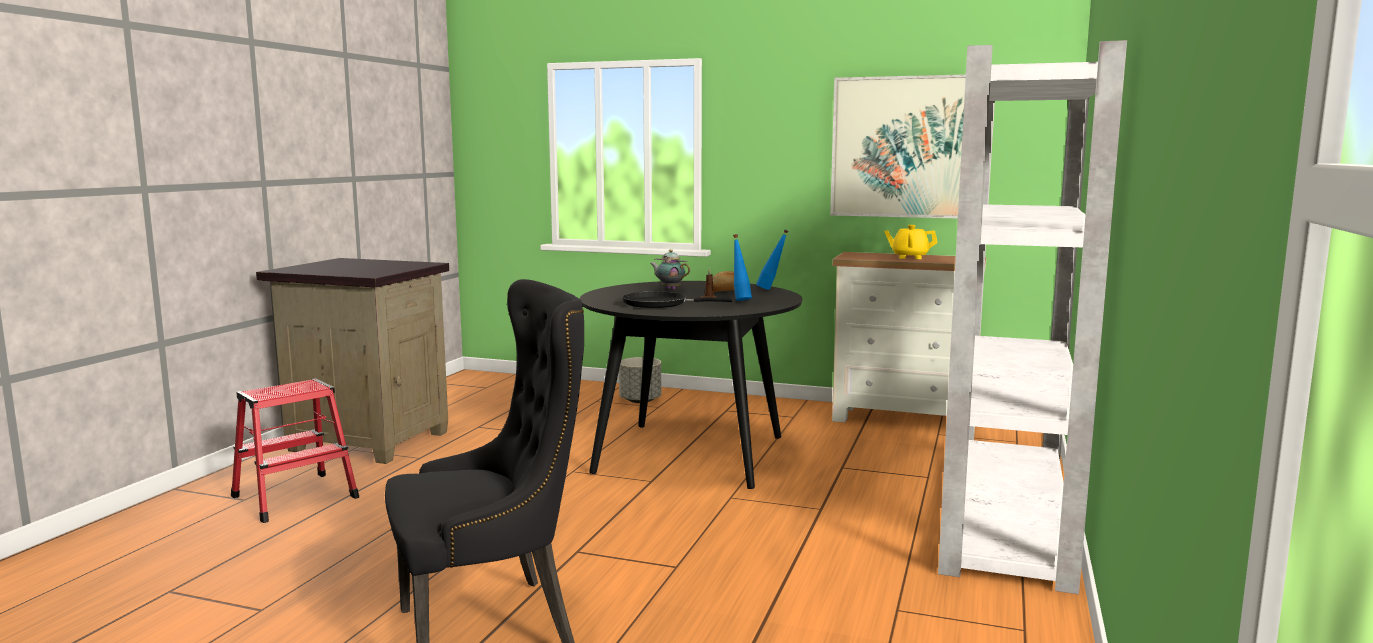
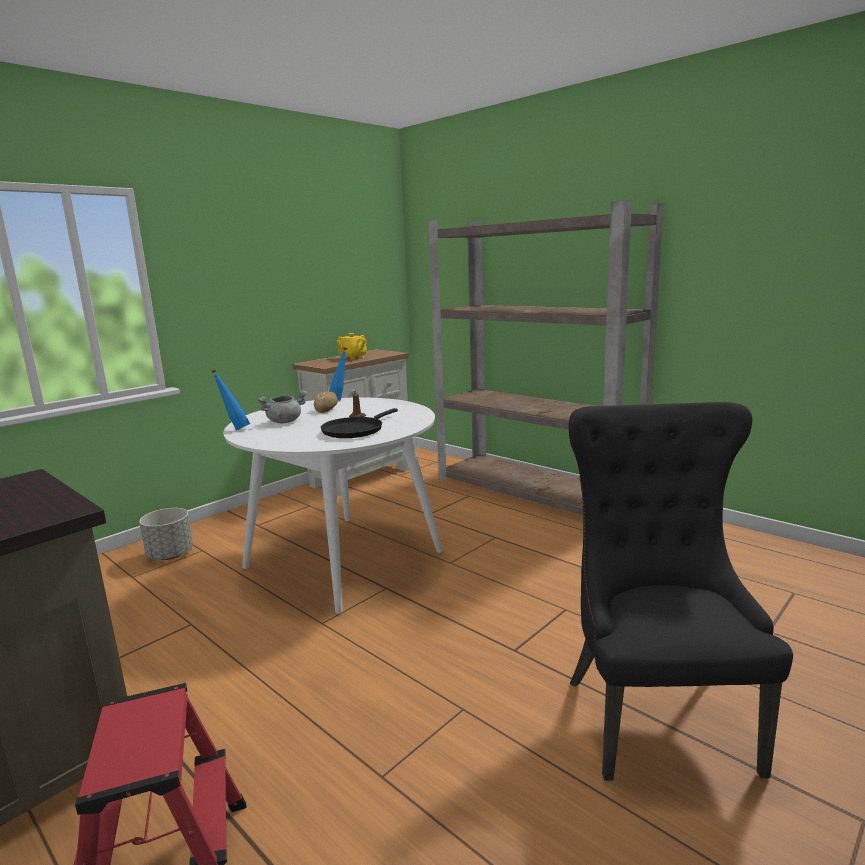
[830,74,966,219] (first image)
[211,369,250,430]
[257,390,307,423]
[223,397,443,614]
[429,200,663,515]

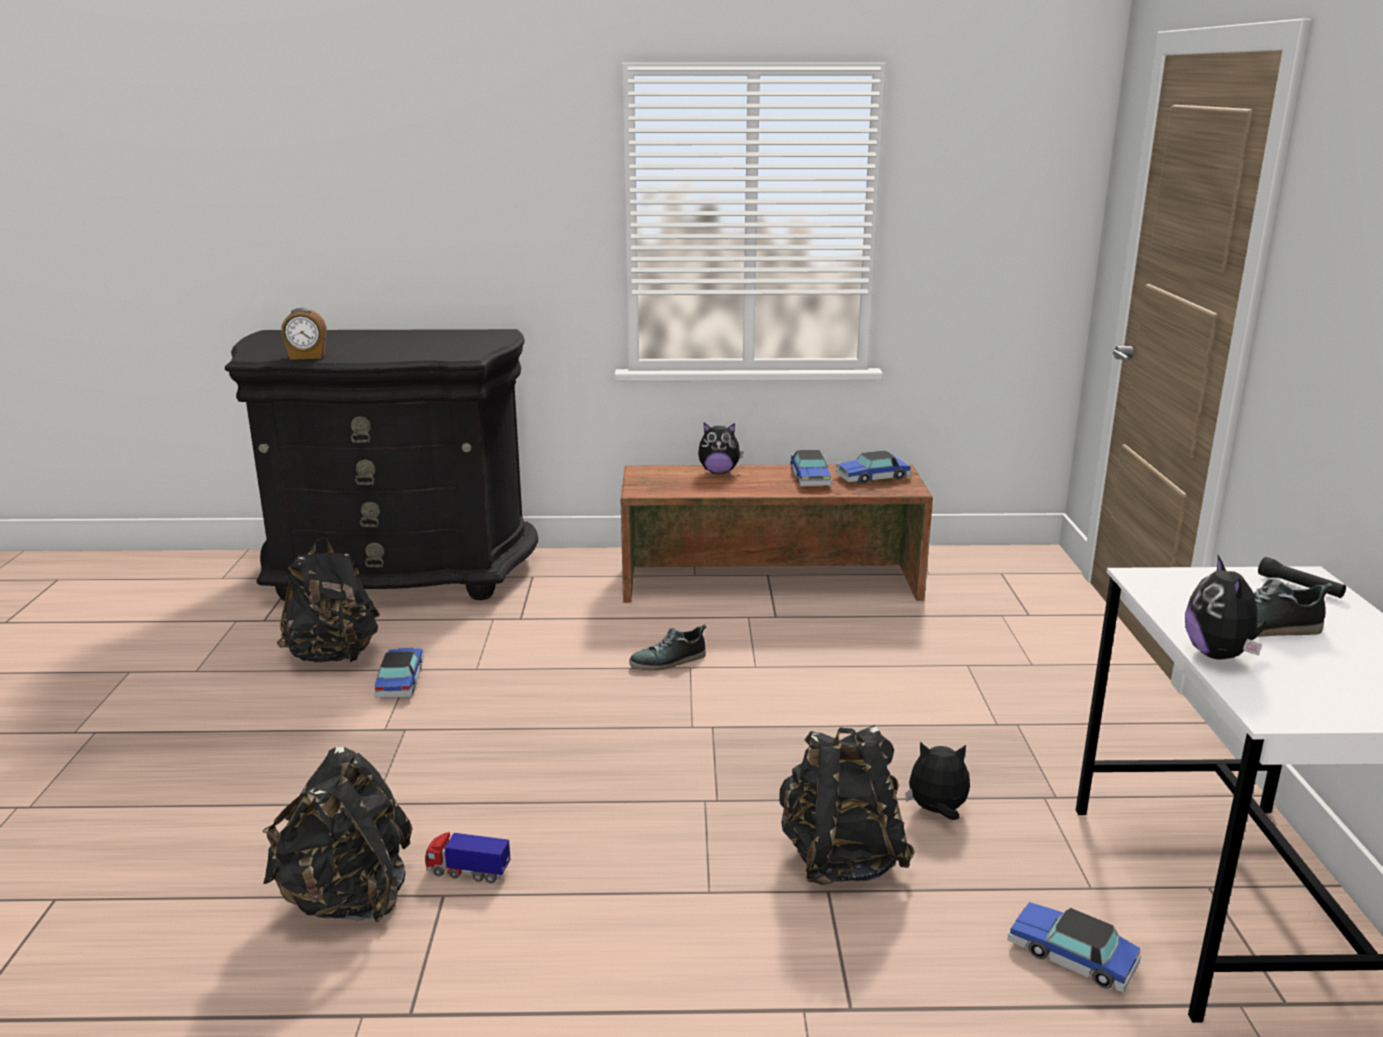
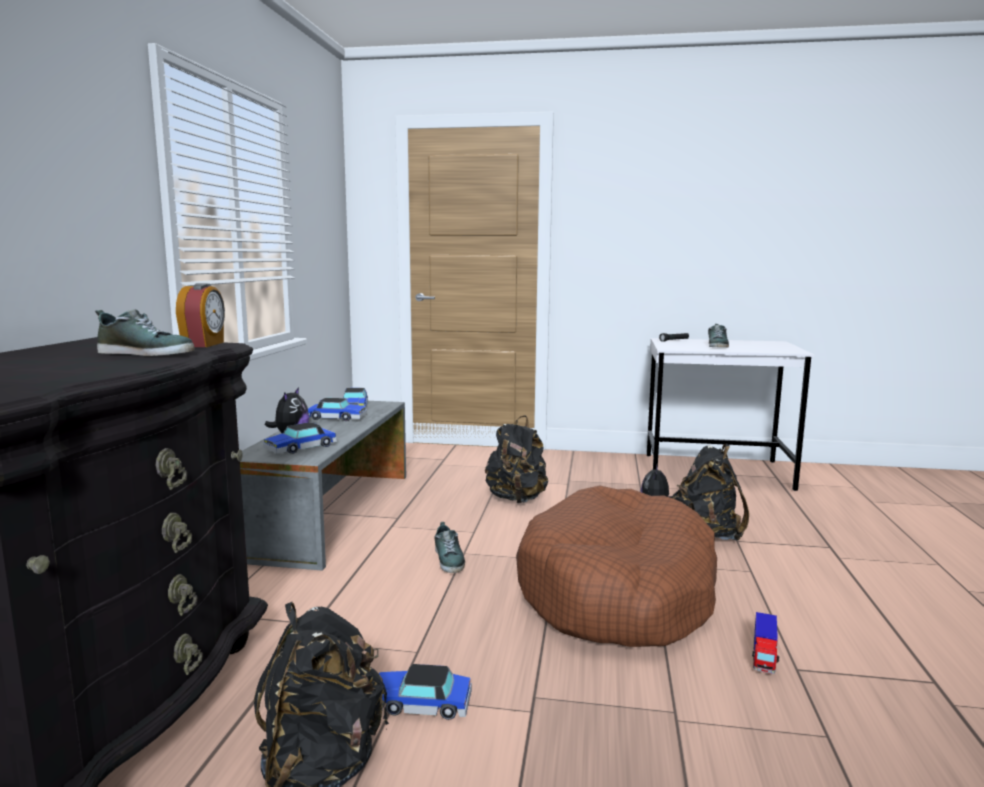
[1185,555,1266,660] (first image)
[95,309,195,356]
[516,485,717,647]
[485,416,548,503]
[176,283,225,347]
[263,422,337,454]
[240,401,406,571]

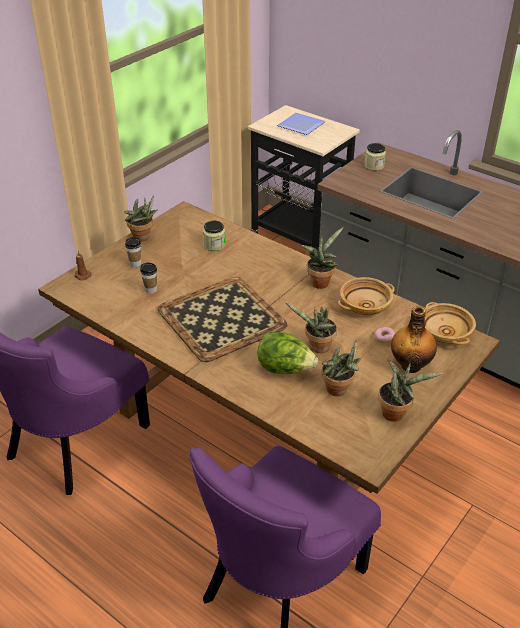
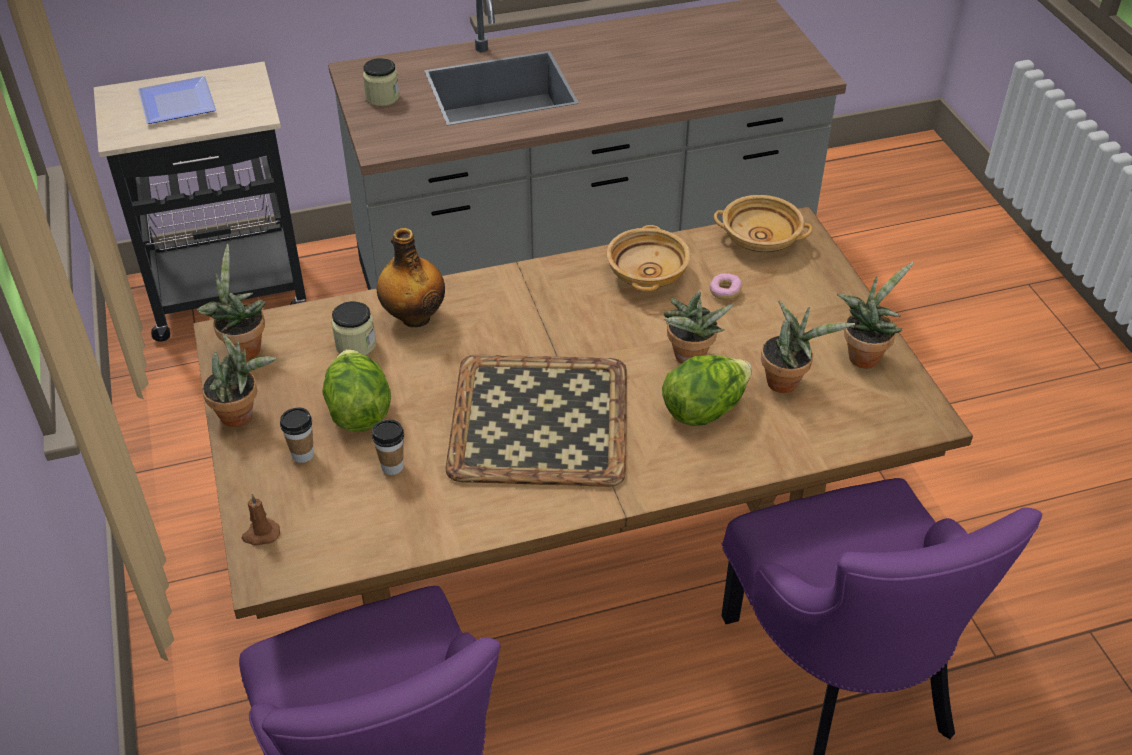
[322,349,391,432]
[197,244,266,359]
[377,228,445,327]

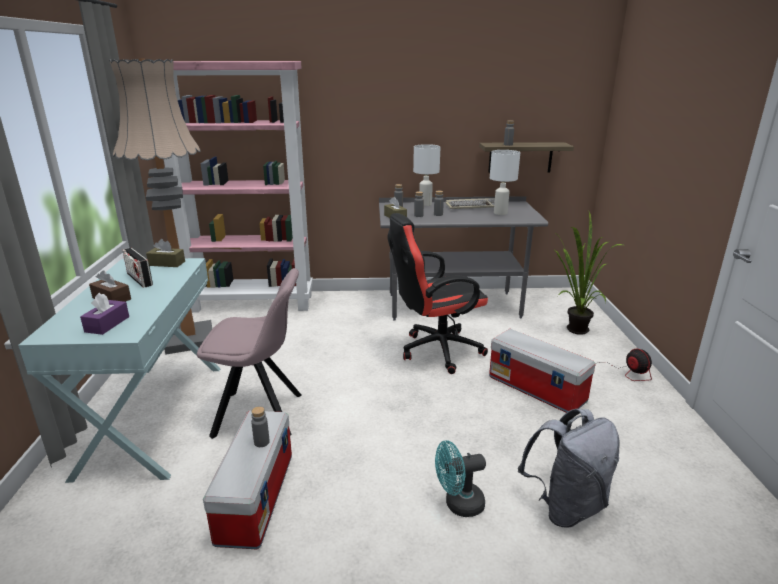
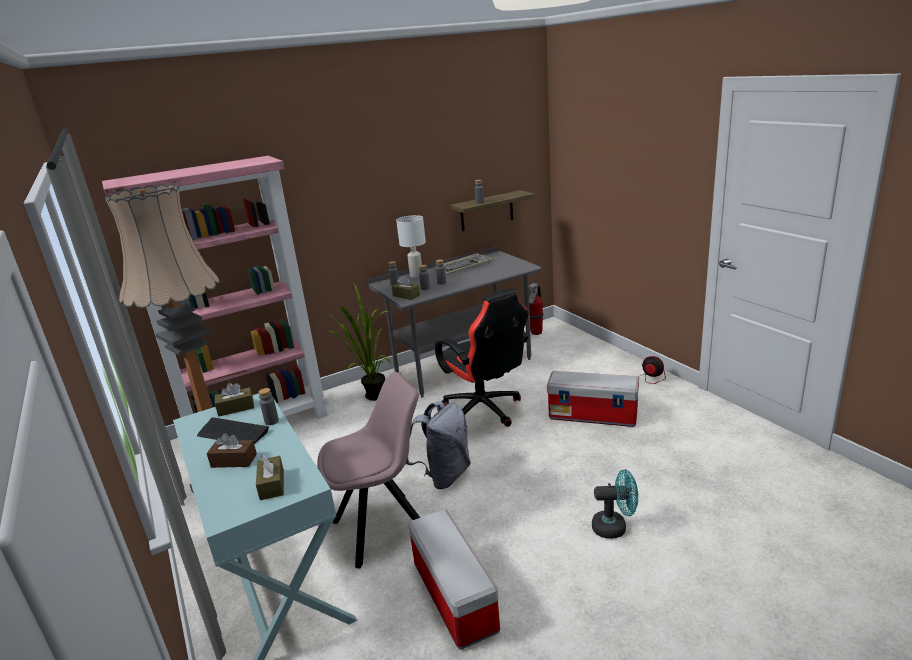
[490,150,520,215] (first image)
[528,283,544,335]
[259,388,279,425]
[406,401,471,489]
[329,283,391,401]
[197,418,269,444]
[256,455,284,500]
[435,289,528,427]
[592,470,638,539]

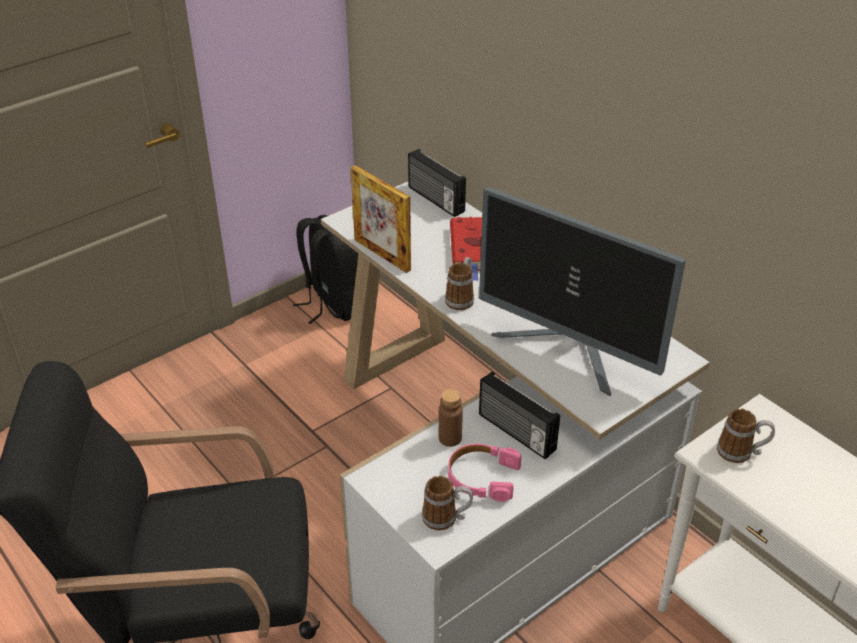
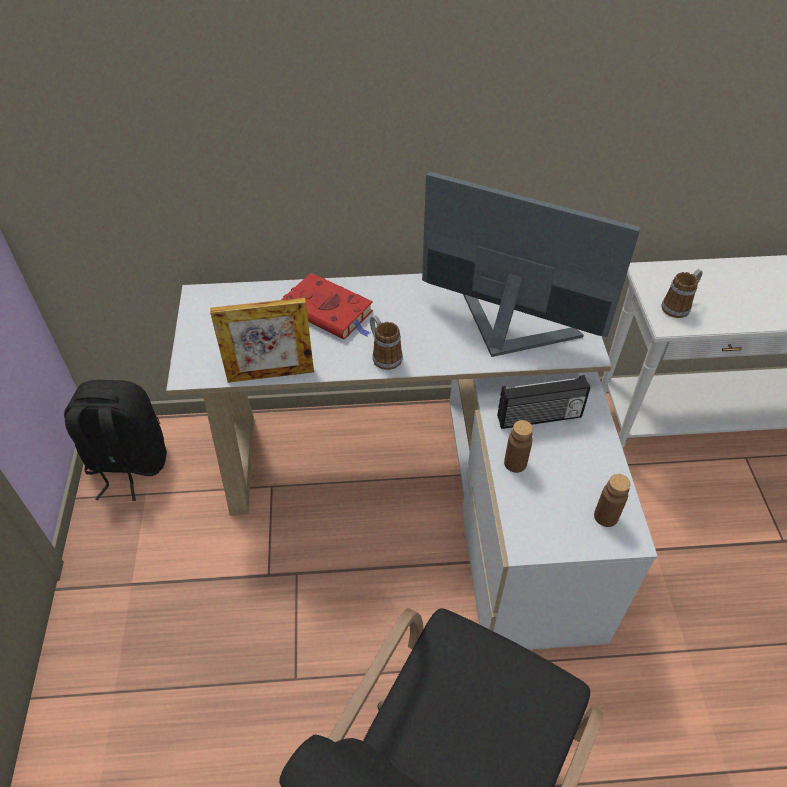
[408,149,466,217] (first image)
[448,444,521,502] (first image)
[594,474,630,527]
[422,172,641,357]

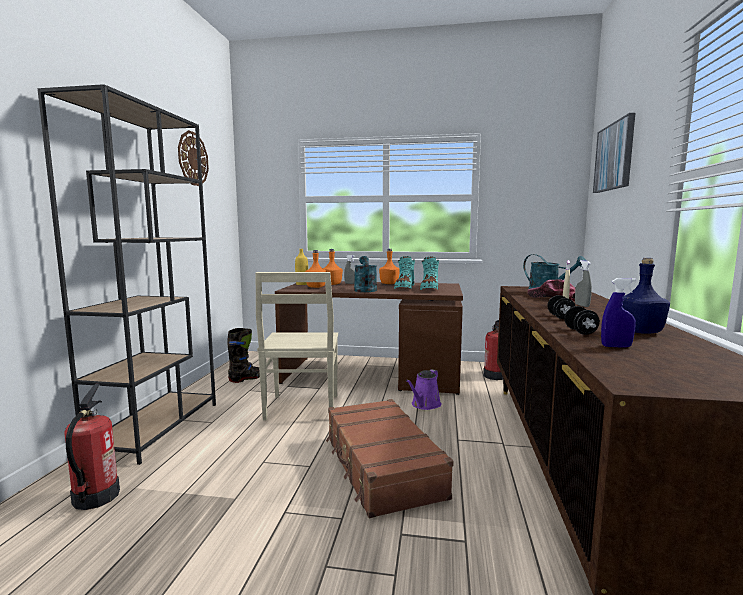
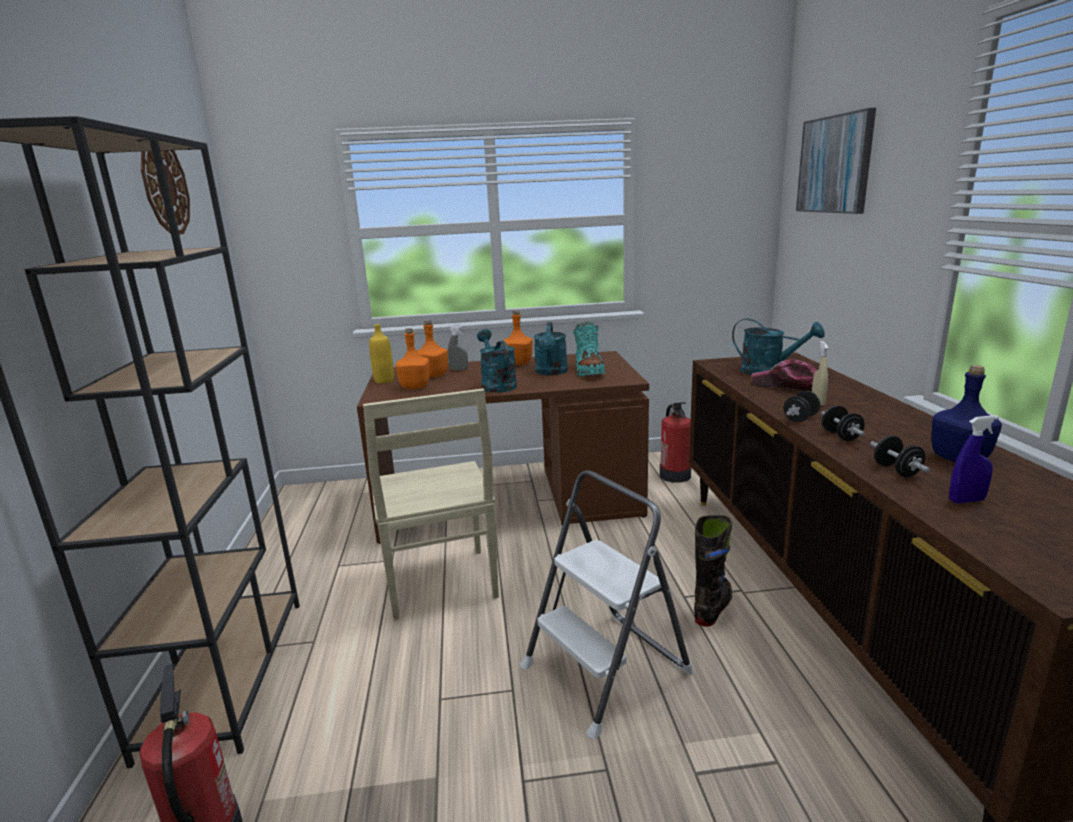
[406,369,441,410] (first image)
[575,260,592,307] (first image)
[784,391,820,422]
[694,515,732,627]
[520,470,693,739]
[534,322,568,375]

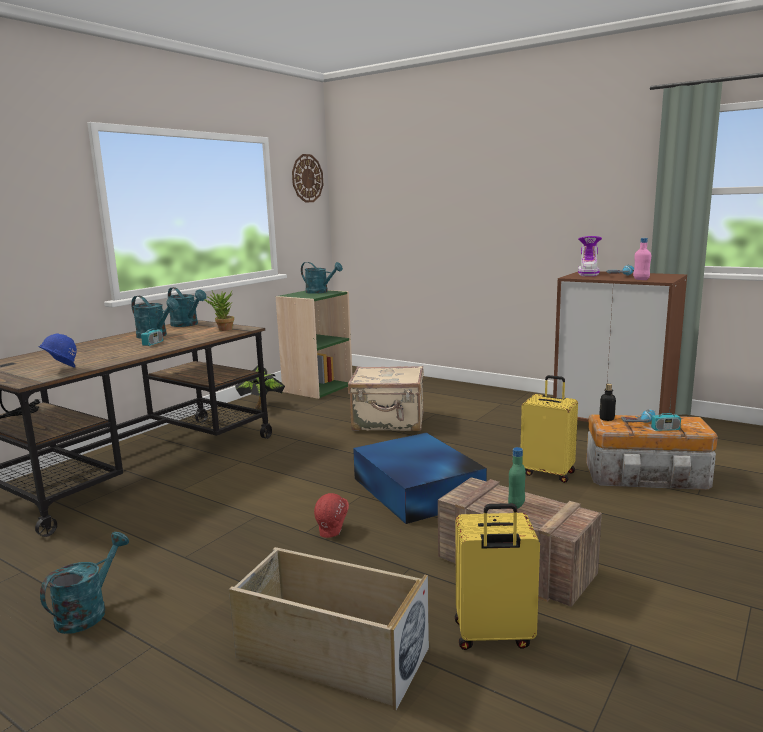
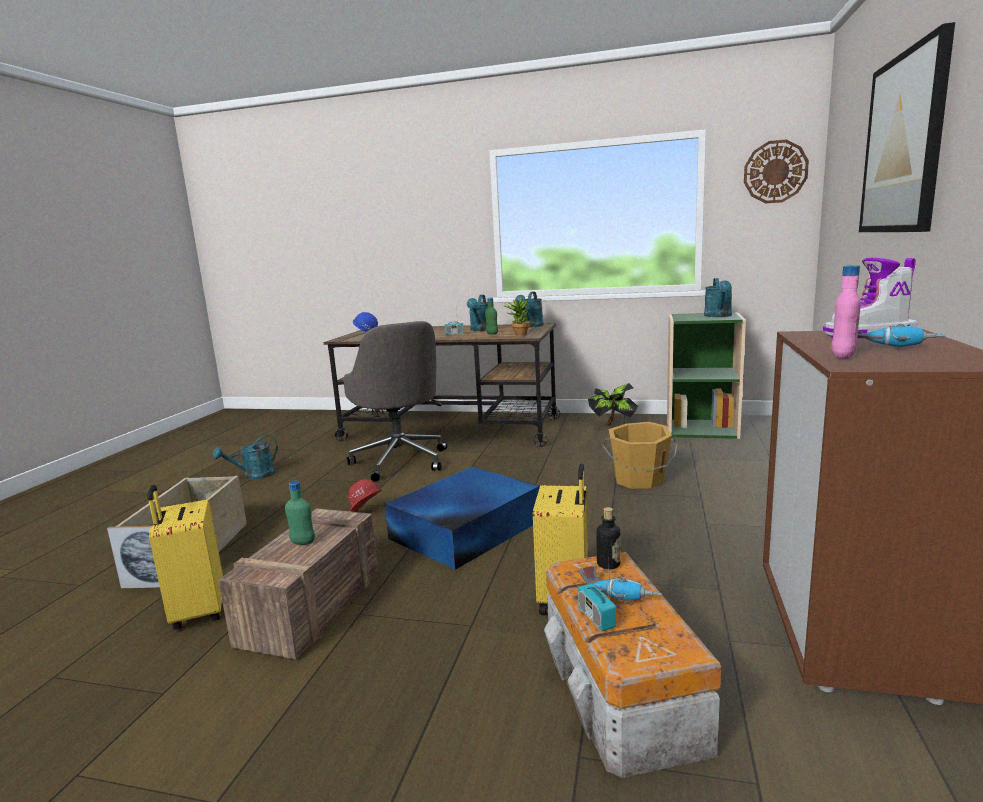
[344,321,447,482]
[485,298,498,335]
[859,22,955,232]
[602,422,677,489]
[213,435,278,480]

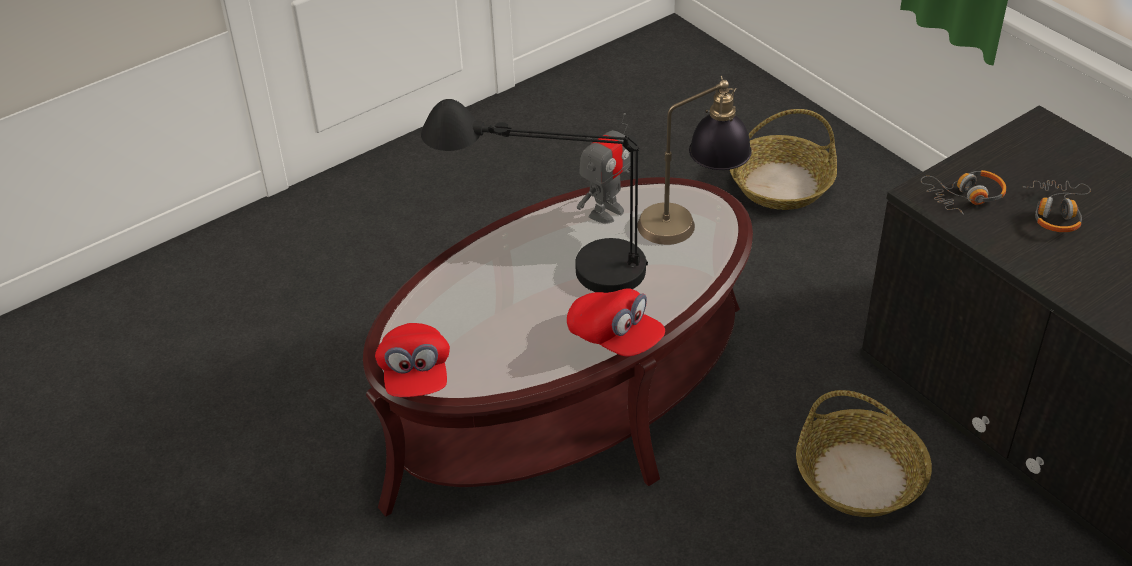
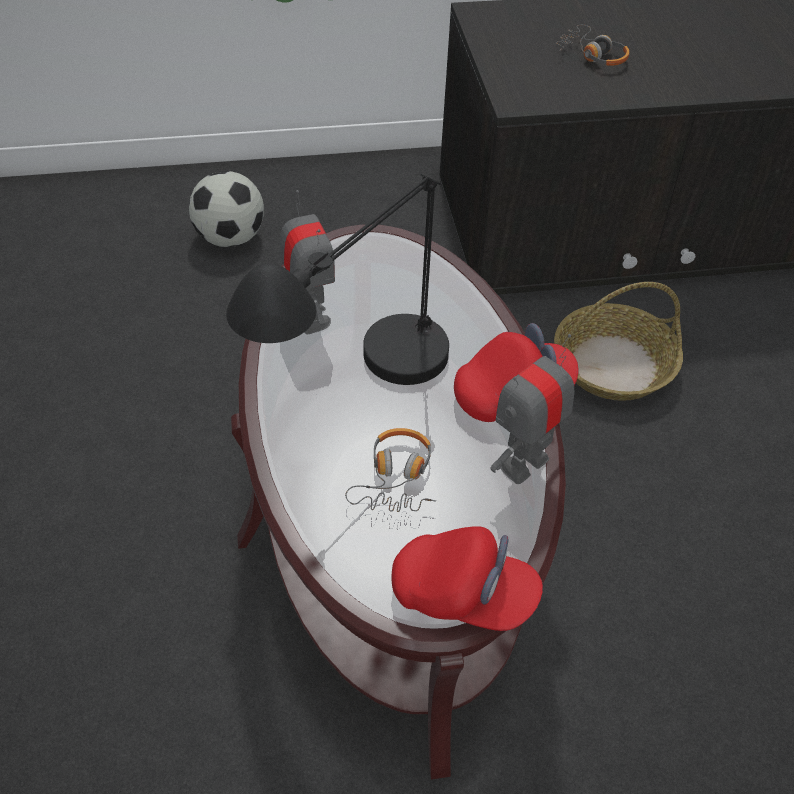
[637,76,752,245] (first image)
[490,334,574,484]
[345,428,436,512]
[189,171,264,247]

